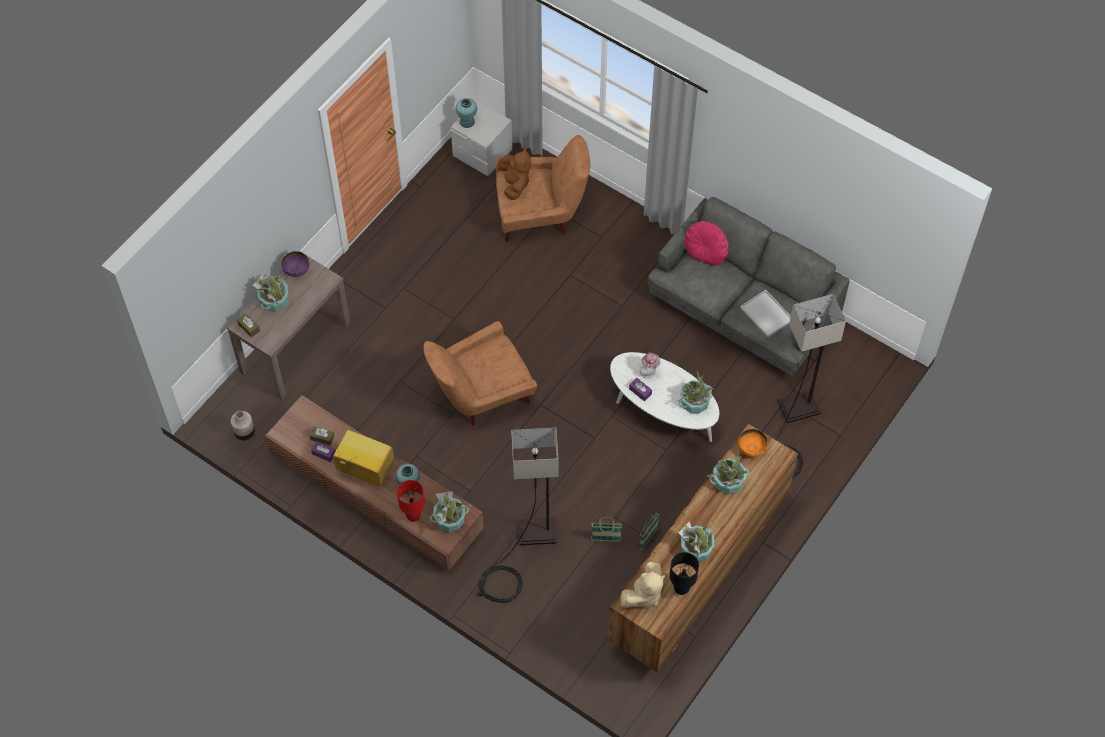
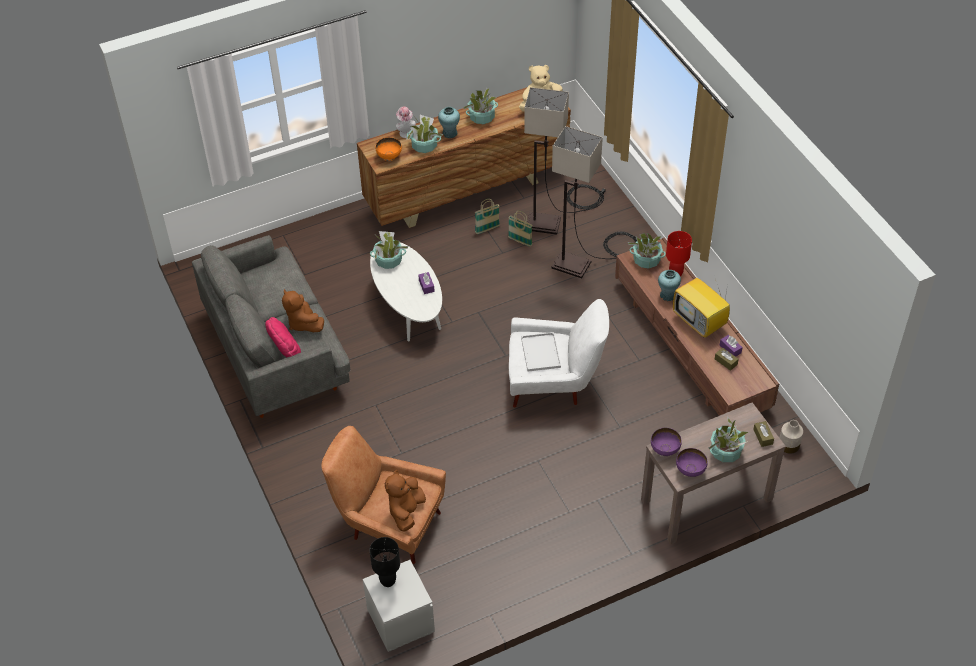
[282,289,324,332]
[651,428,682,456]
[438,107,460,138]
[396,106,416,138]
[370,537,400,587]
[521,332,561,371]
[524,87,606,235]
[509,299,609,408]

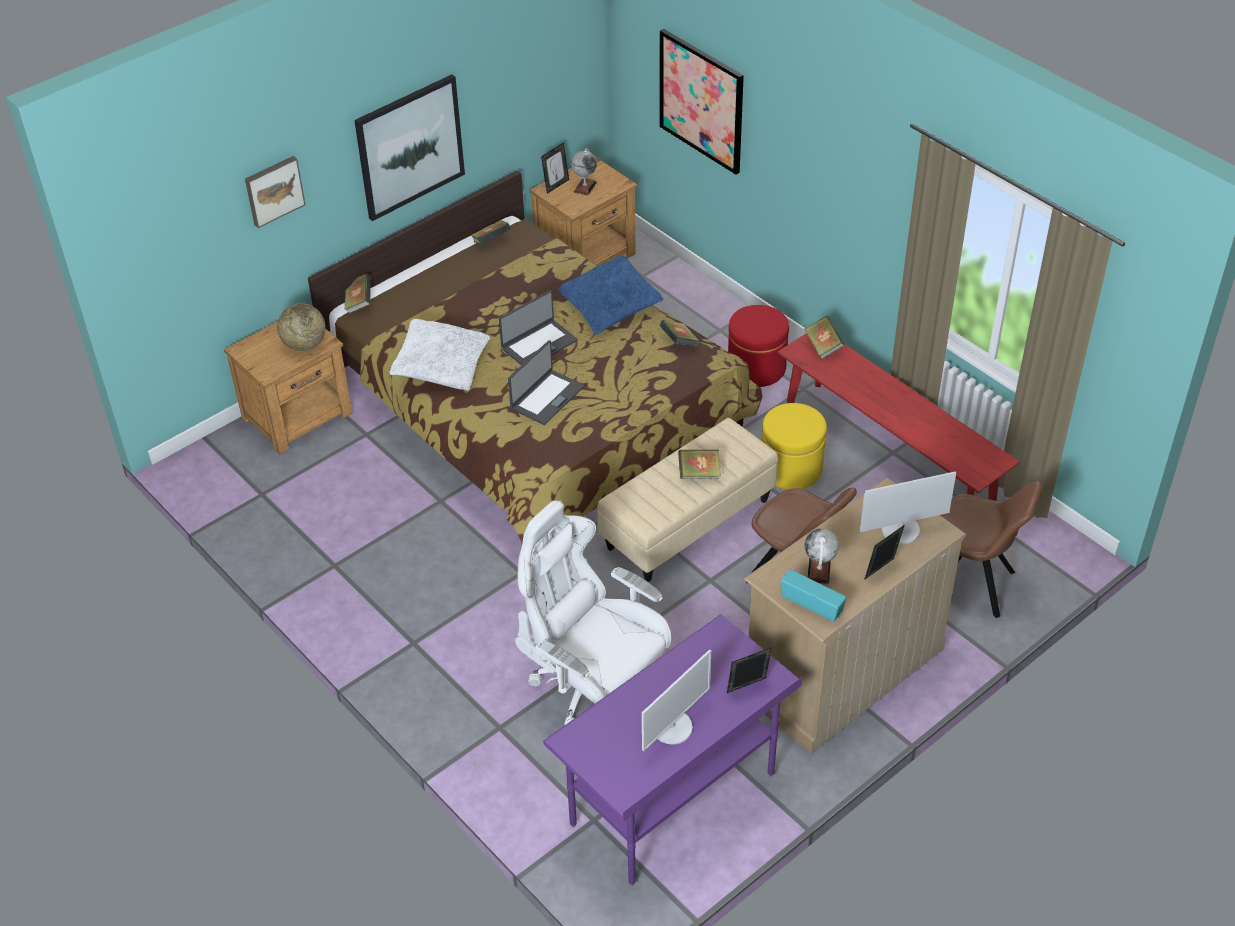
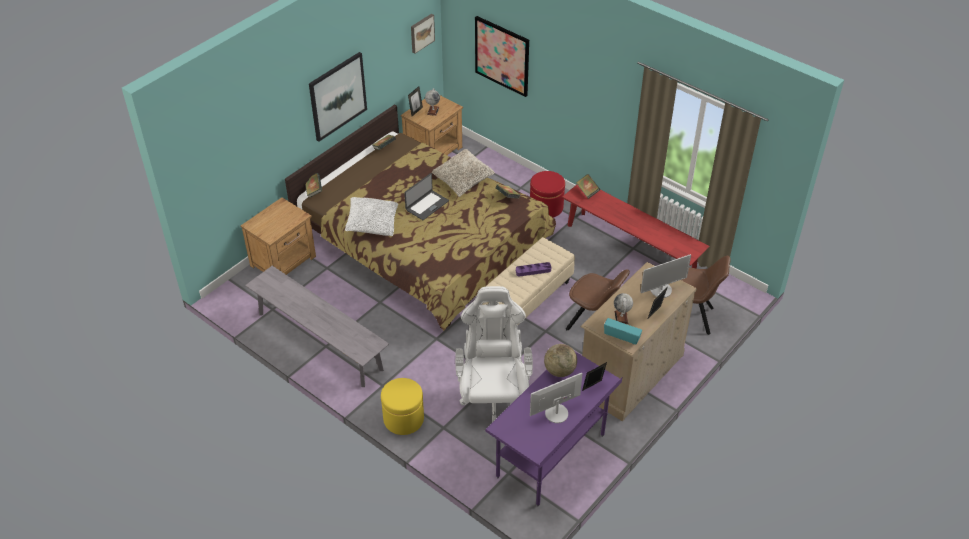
[508,340,584,425] (first image)
[245,266,389,387]
[411,14,435,54]
[544,344,577,377]
[381,378,424,435]
[516,262,551,277]
[432,149,495,197]
[455,286,533,422]
[530,373,583,423]

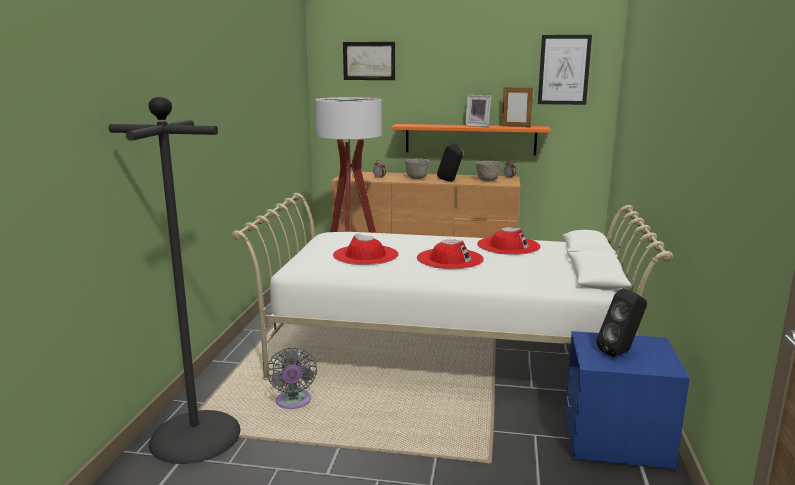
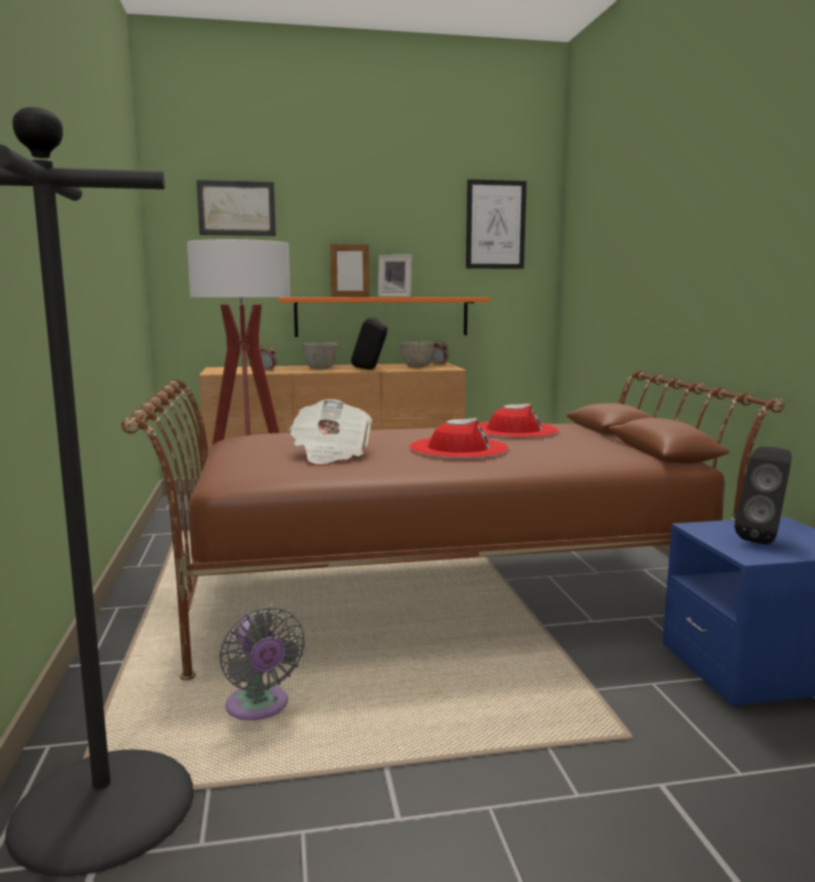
[330,244,370,297]
[289,399,372,464]
[121,370,784,680]

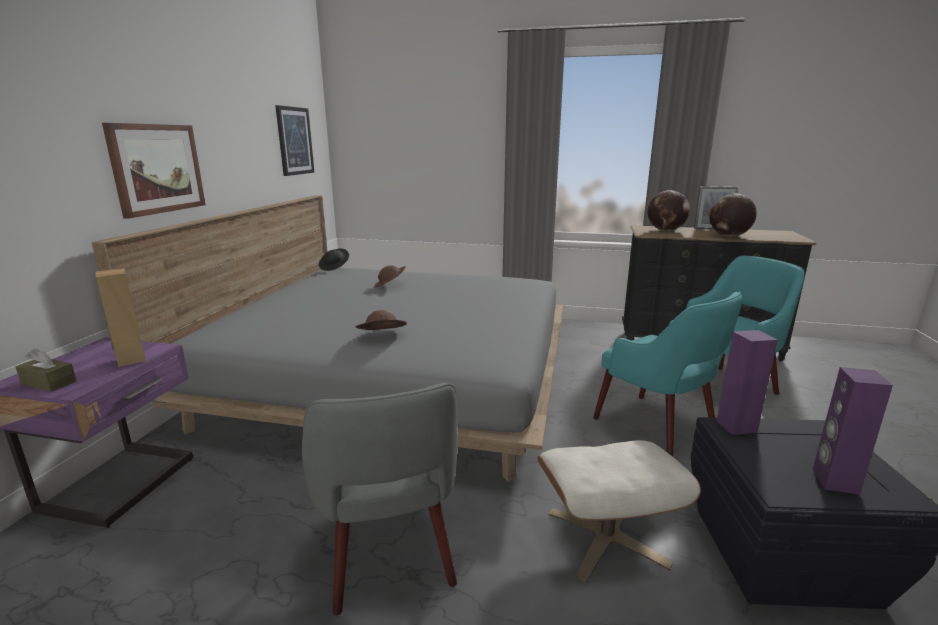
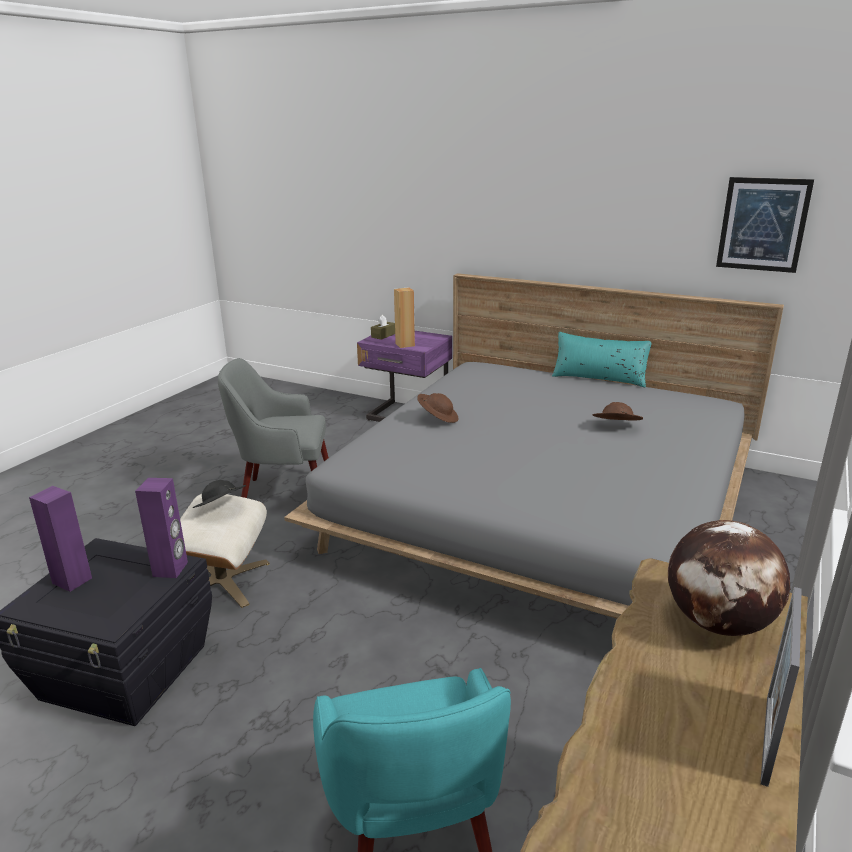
[102,123,206,219] (first image)
[593,292,742,457] (first image)
[710,194,757,237] (first image)
[552,332,652,388]
[193,480,246,508]

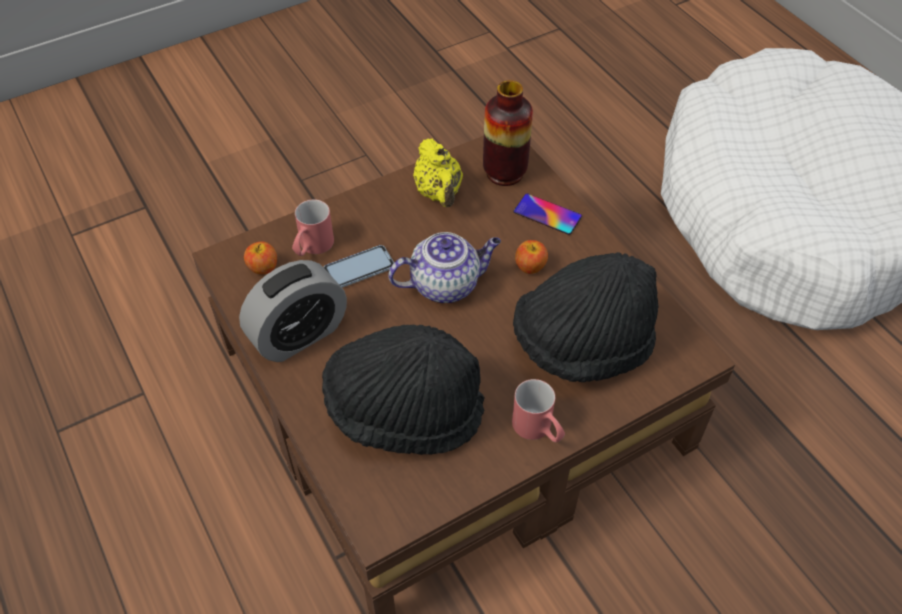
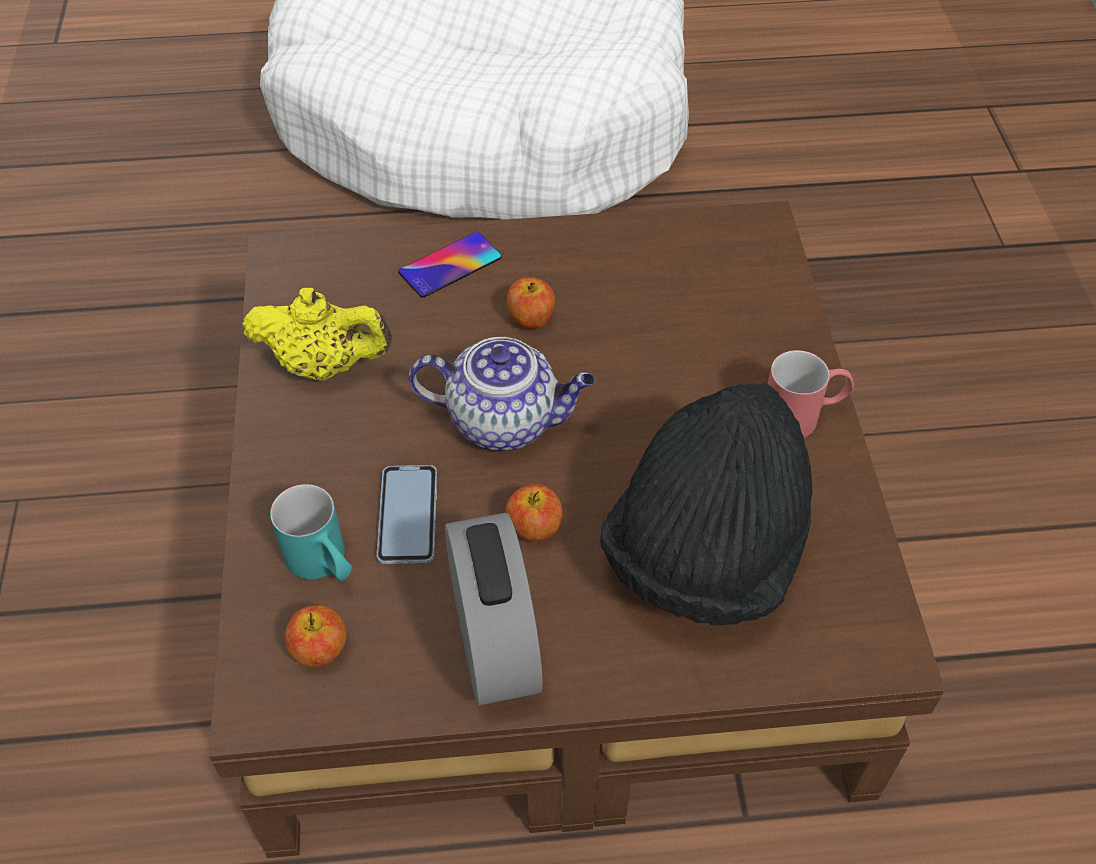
[483,80,533,186] (first image)
[513,252,659,382] (first image)
[506,484,563,541]
[270,484,352,581]
[409,337,595,451]

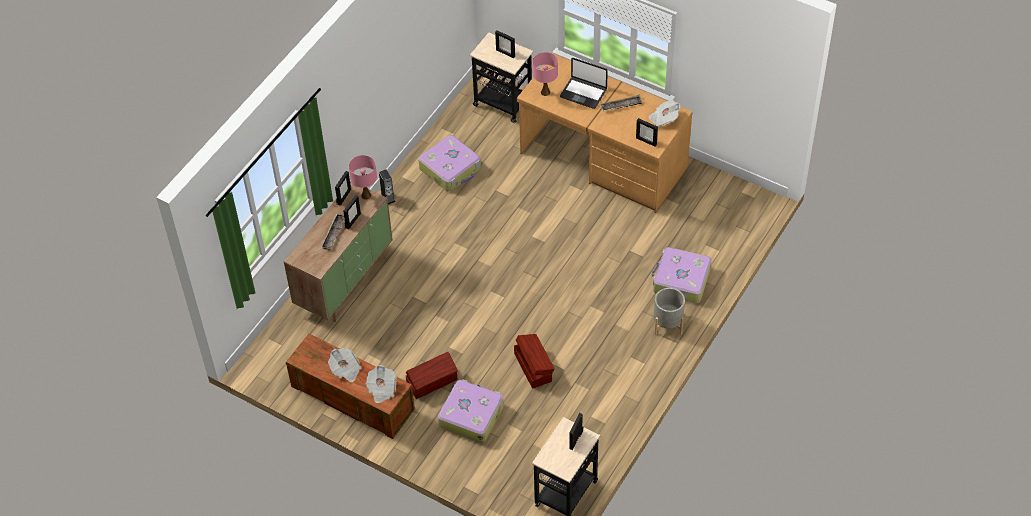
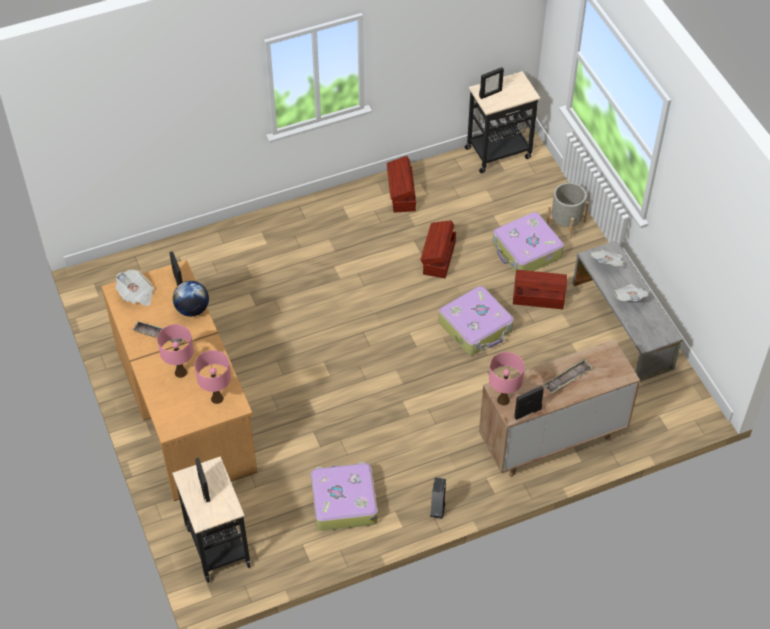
[343,195,361,230] (first image)
[173,281,209,317]
[387,156,416,212]
[439,286,514,355]
[547,183,589,239]
[157,324,194,378]
[572,241,683,382]

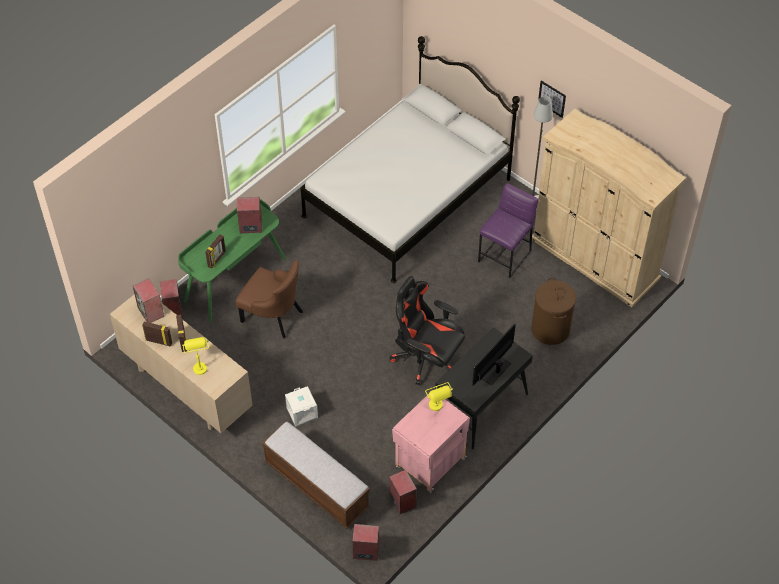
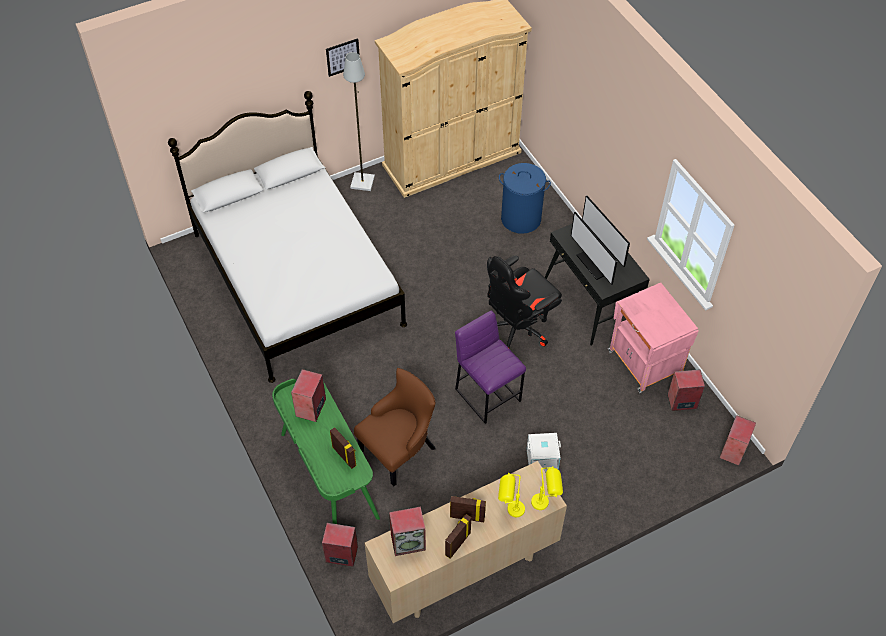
[262,421,370,529] (first image)
[571,212,617,285]
[531,466,563,510]
[455,311,526,424]
[499,163,551,234]

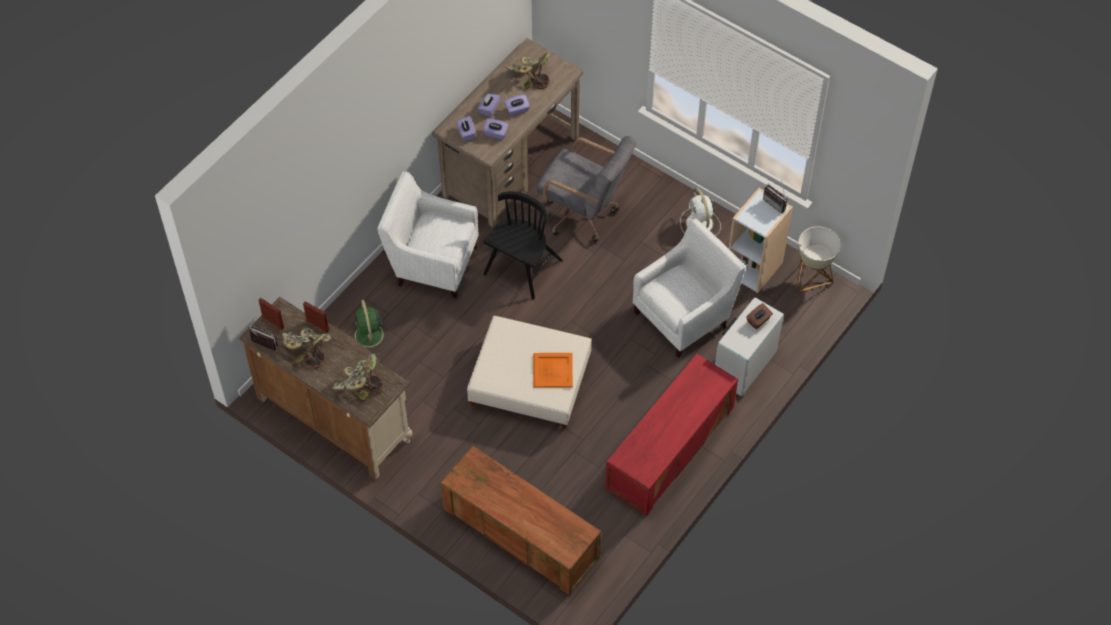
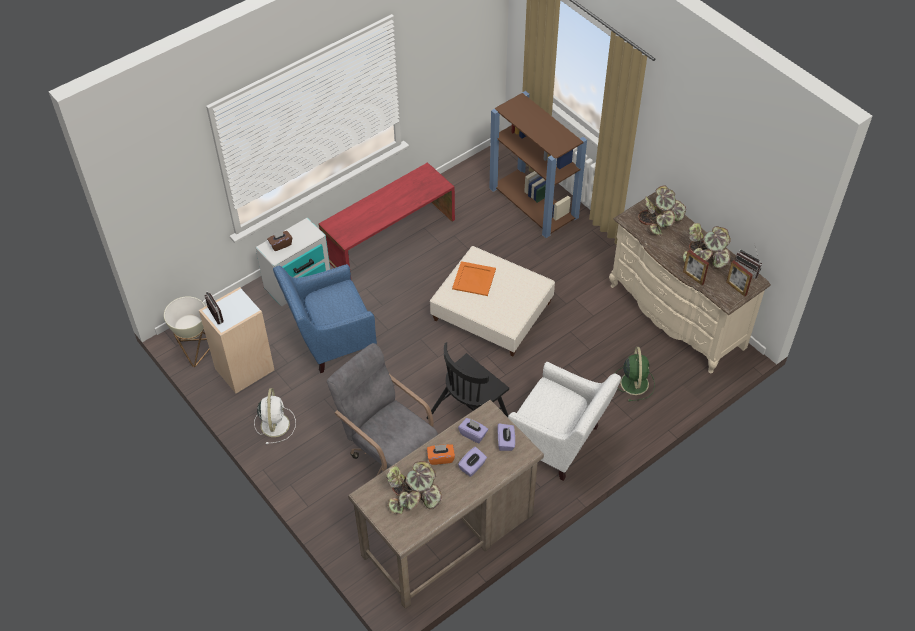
[489,91,587,238]
[427,444,455,465]
[273,264,377,373]

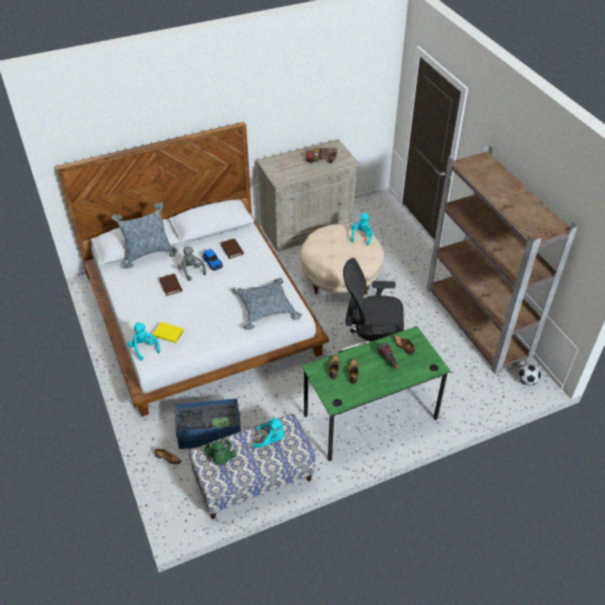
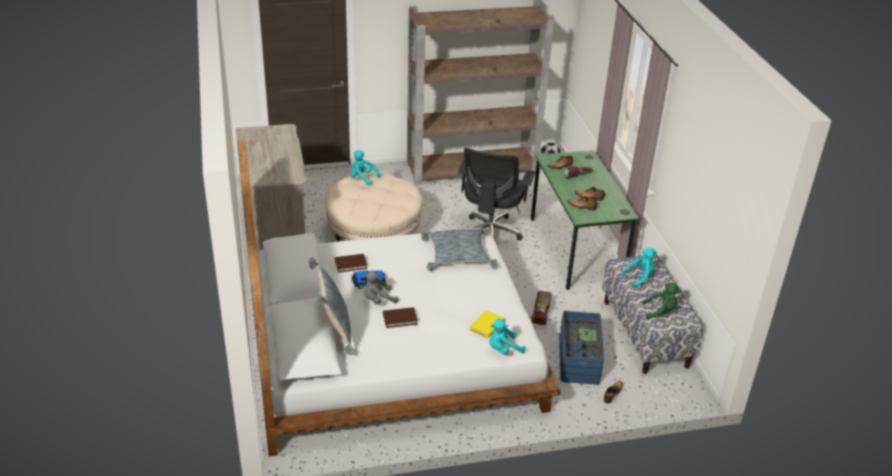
[531,290,551,325]
[621,248,657,288]

